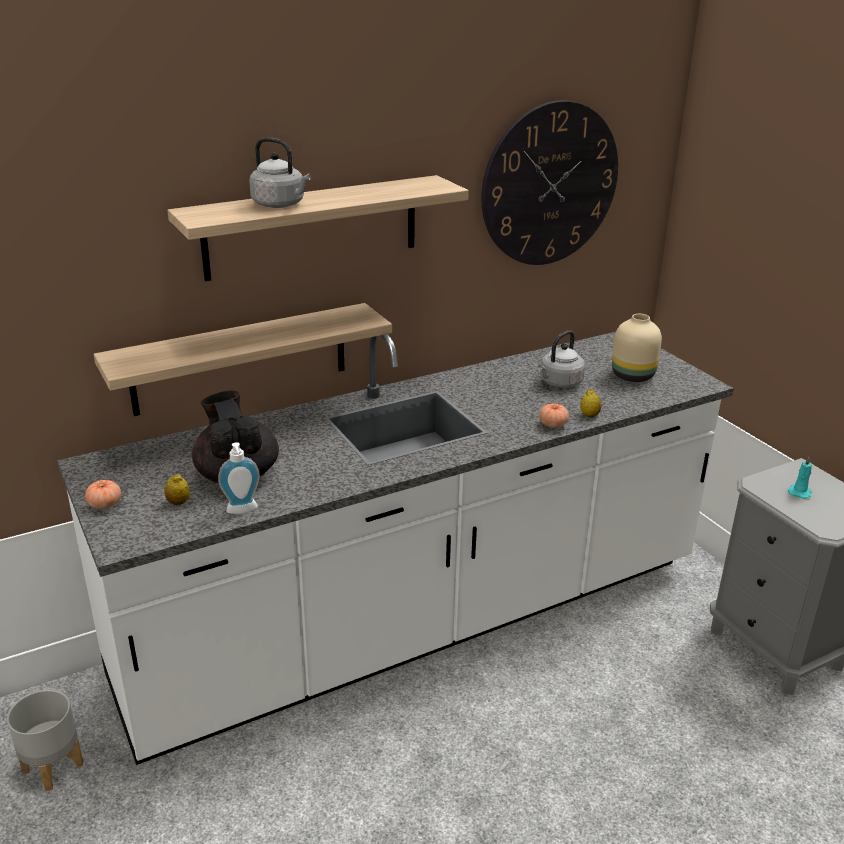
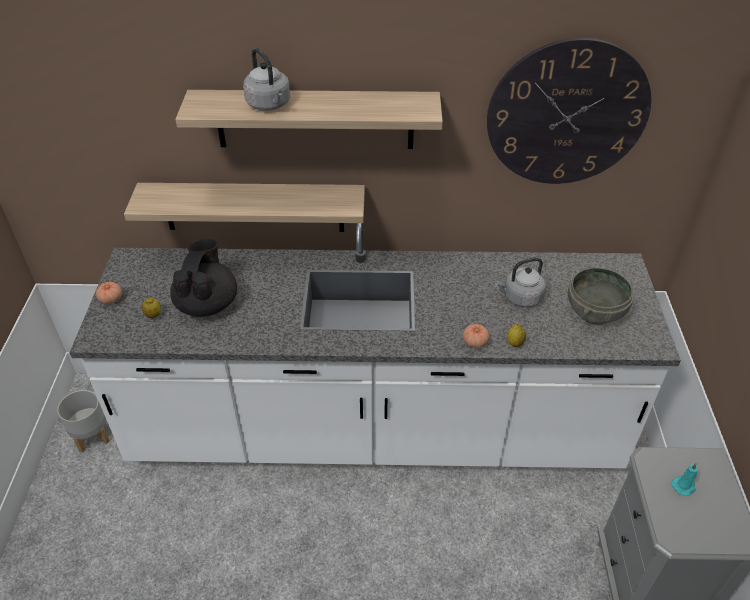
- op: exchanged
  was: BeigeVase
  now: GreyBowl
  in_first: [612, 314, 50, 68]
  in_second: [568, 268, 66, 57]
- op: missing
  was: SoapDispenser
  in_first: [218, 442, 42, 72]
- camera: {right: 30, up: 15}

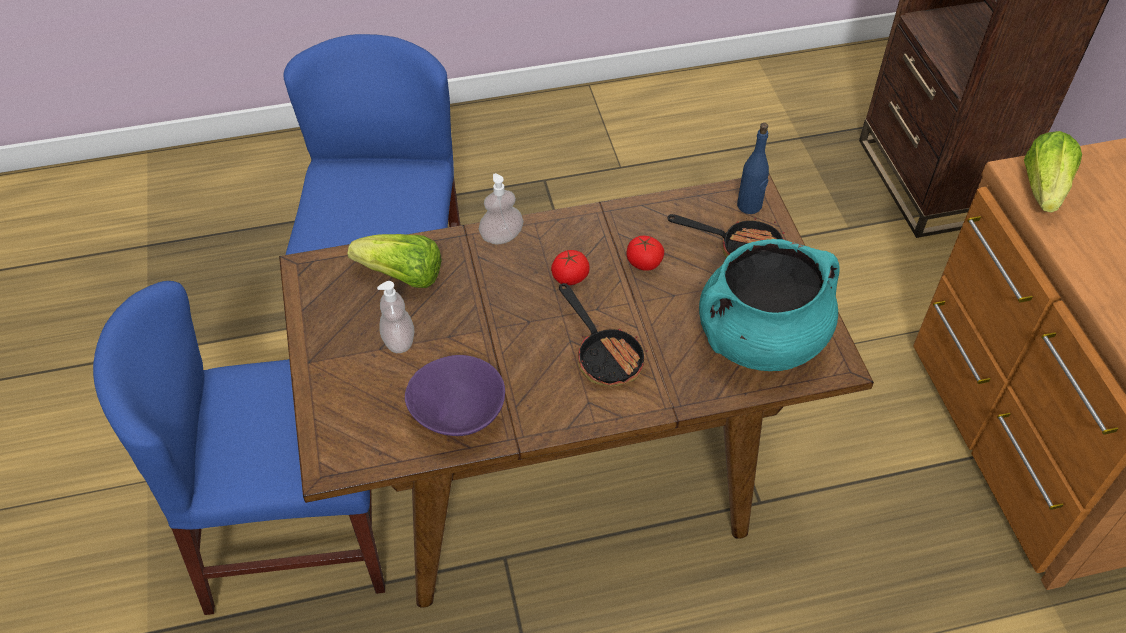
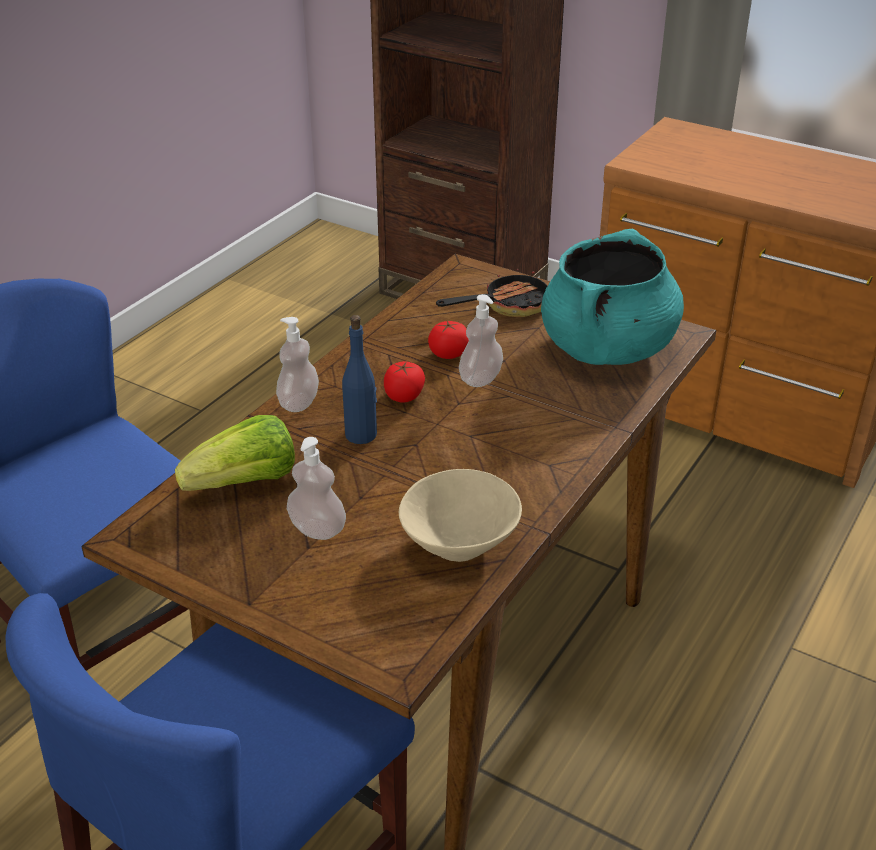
- op: relocated
  was: BlueBottle
  in_first: [737, 123, 32, 91]
  in_second: [342, 315, 35, 129]
- op: missing
  was: Lettuce
  in_first: [1024, 131, 58, 82]
- op: missing
  was: FryingPan
  in_first: [559, 283, 89, 104]
- op: colour
  was: PurpleBowl
  now: BeigeBowl
  in_first: [405, 355, 100, 81]
  in_second: [399, 469, 123, 93]
- op: appeared
  now: SoapDispenser
  in_second: [459, 294, 44, 93]
- camera: {right: -45, up: -15}

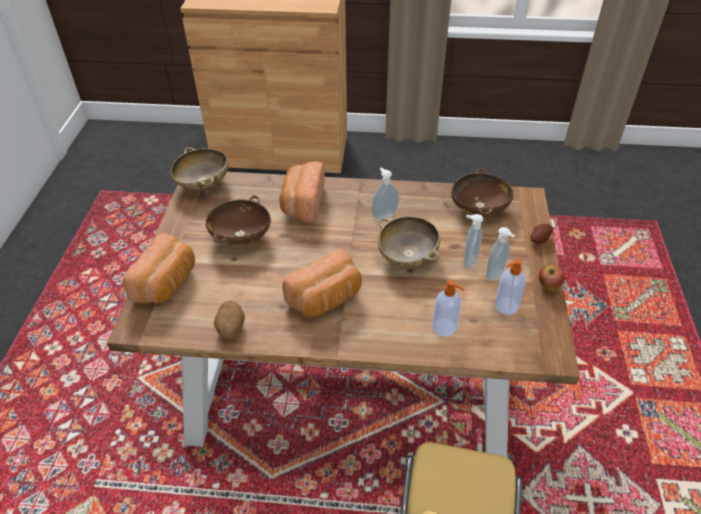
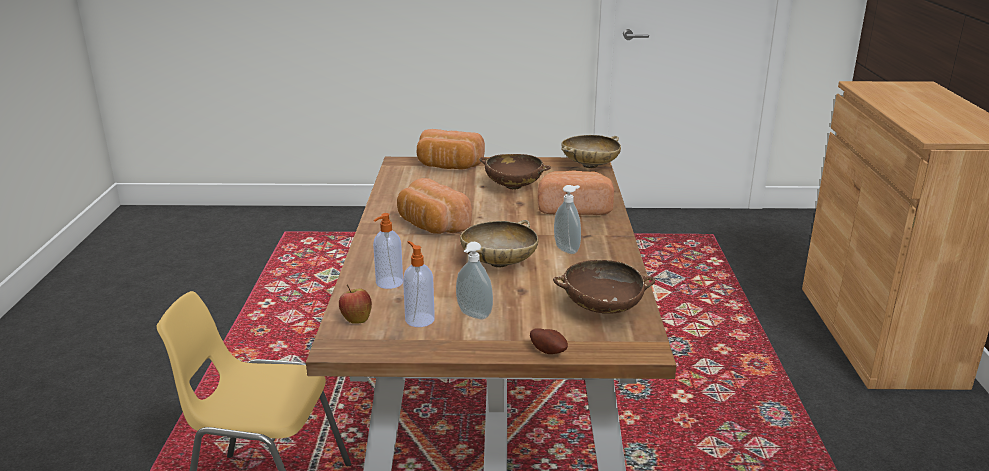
- op: missing
  was: SoapDispenser
  in_first: [464, 214, 19, 54]
- op: relocated
  was: Apple
  in_first: [539, 264, 26, 27]
  in_second: [339, 284, 33, 40]
- op: missing
  was: Potato
  in_first: [214, 301, 31, 38]
- camera: {right: 85, up: -20}

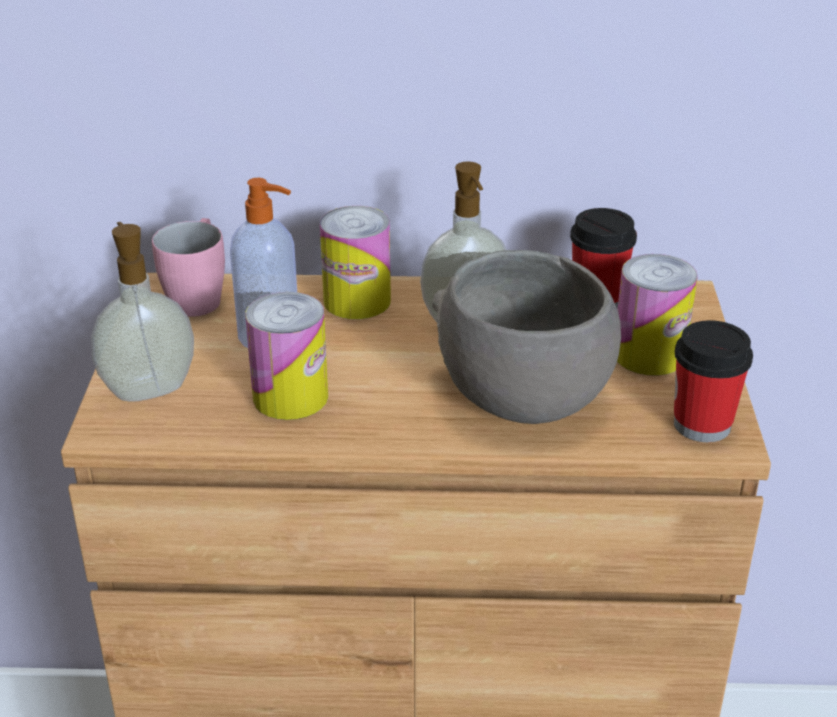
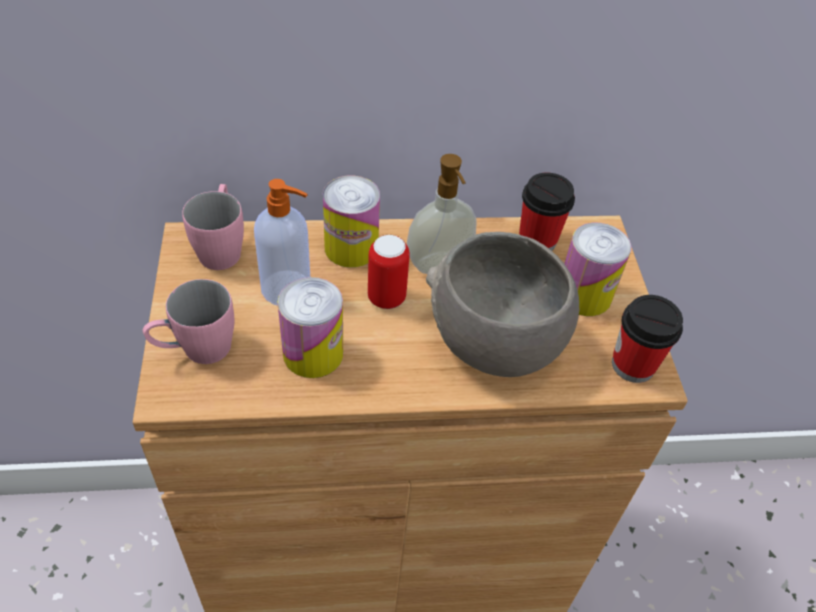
- op: exchanged
  was: SoapDispenser
  now: PinkMug
  in_first: [91, 222, 103, 180]
  in_second: [143, 279, 91, 85]
- op: appeared
  now: Can
  in_second: [368, 235, 42, 74]
- camera: {right: -10, up: 15}

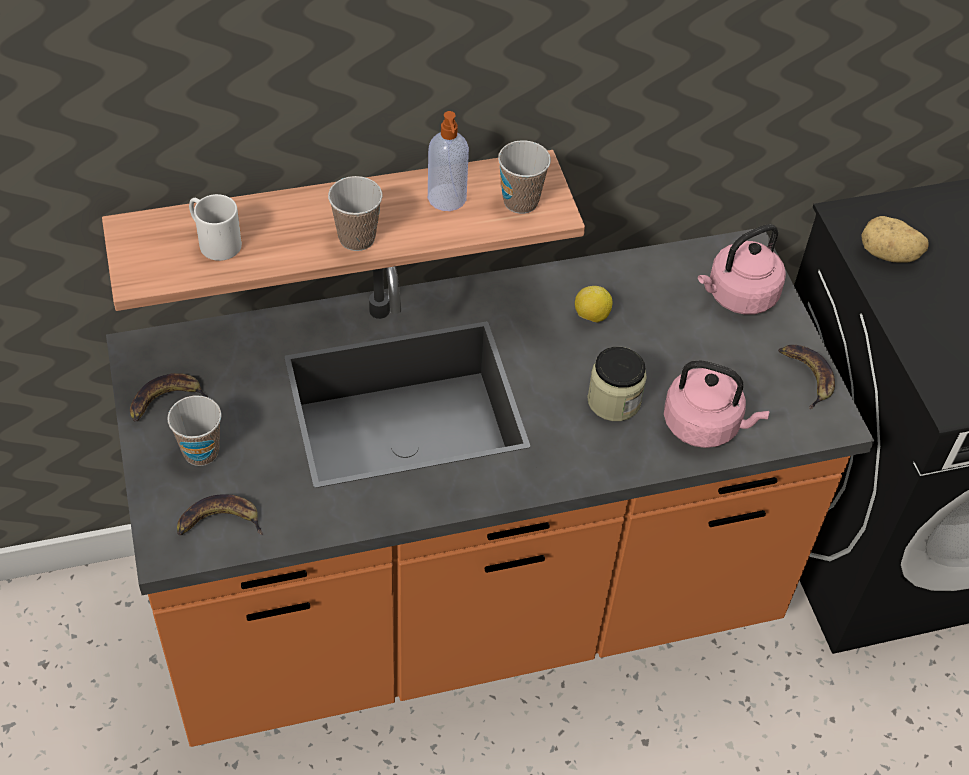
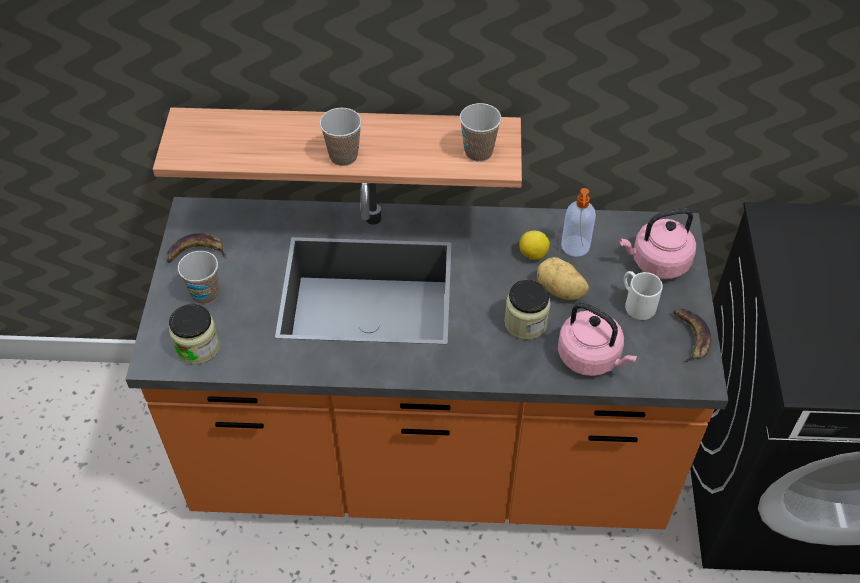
- op: relocated
  was: SoapDispenser
  in_first: [428, 111, 41, 100]
  in_second: [561, 188, 35, 69]
- op: relocated
  was: WhiteMug
  in_first: [189, 194, 53, 67]
  in_second: [624, 271, 39, 49]
- op: relocated
  was: Potato
  in_first: [861, 216, 68, 47]
  in_second: [537, 257, 52, 43]
- op: exchanged
  was: Banana
  now: Jar
  in_first: [177, 495, 86, 40]
  in_second: [169, 304, 51, 61]
- camera: {right: 20, up: 0}

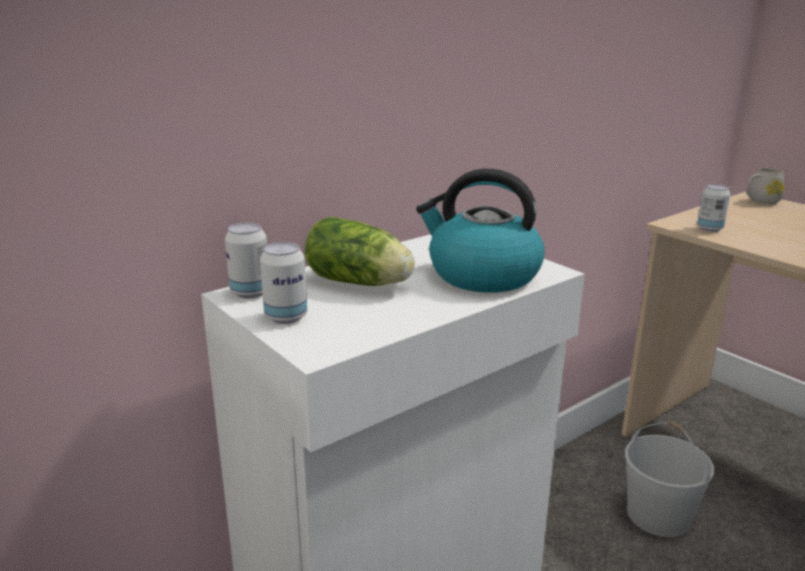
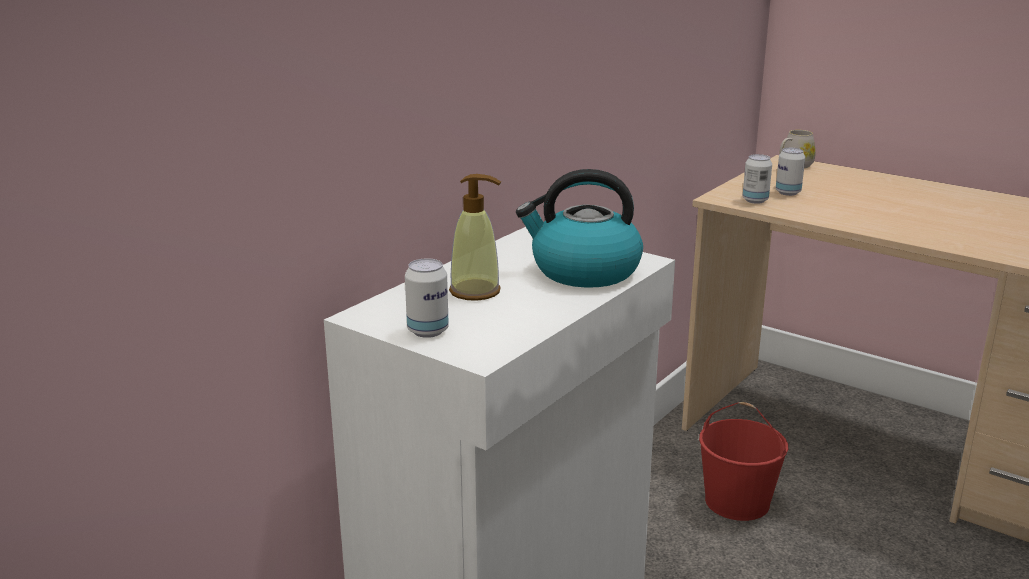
- op: exchanged
  was: Lettuce
  now: SoapDispenser
  in_first: [305, 216, 110, 70]
  in_second: [449, 174, 52, 127]
- op: relocated
  was: Can
  in_first: [225, 222, 42, 76]
  in_second: [776, 148, 29, 48]
- op: colour
  was: WhiteBucket
  now: RedBucket
  in_first: [625, 422, 90, 115]
  in_second: [699, 402, 89, 119]
- camera: {right: -15, up: 0}

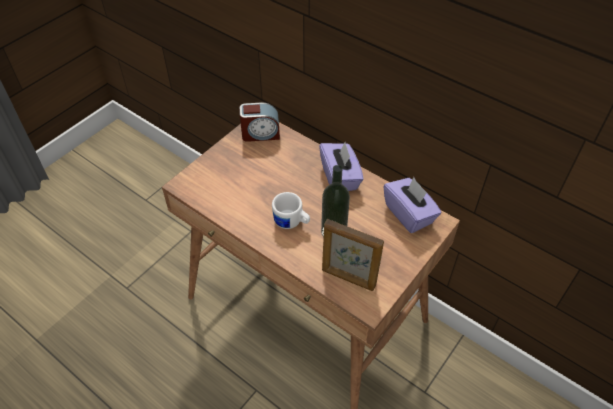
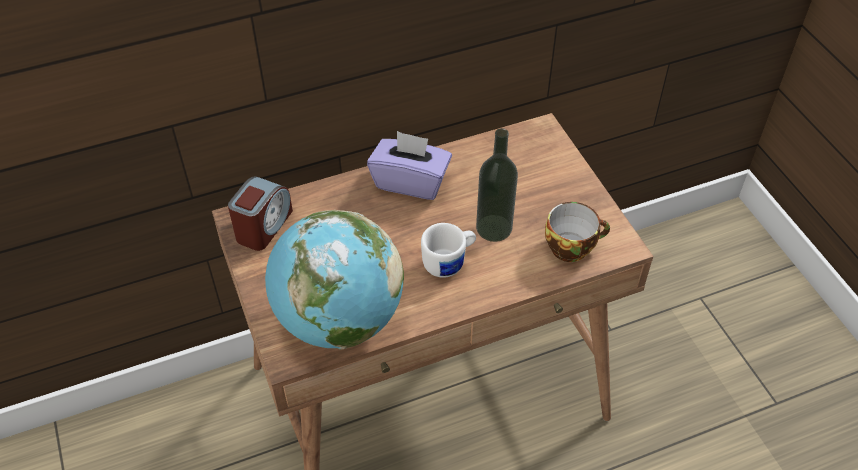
- op: missing
  was: PurpleTissueBox
  in_first: [384, 177, 58, 56]
- op: exchanged
  was: PictureFrame
  now: Cup
  in_first: [322, 219, 62, 72]
  in_second: [545, 202, 65, 60]
- op: appeared
  now: Globe
  in_second: [265, 210, 139, 139]
- camera: {right: -60, up: 0}

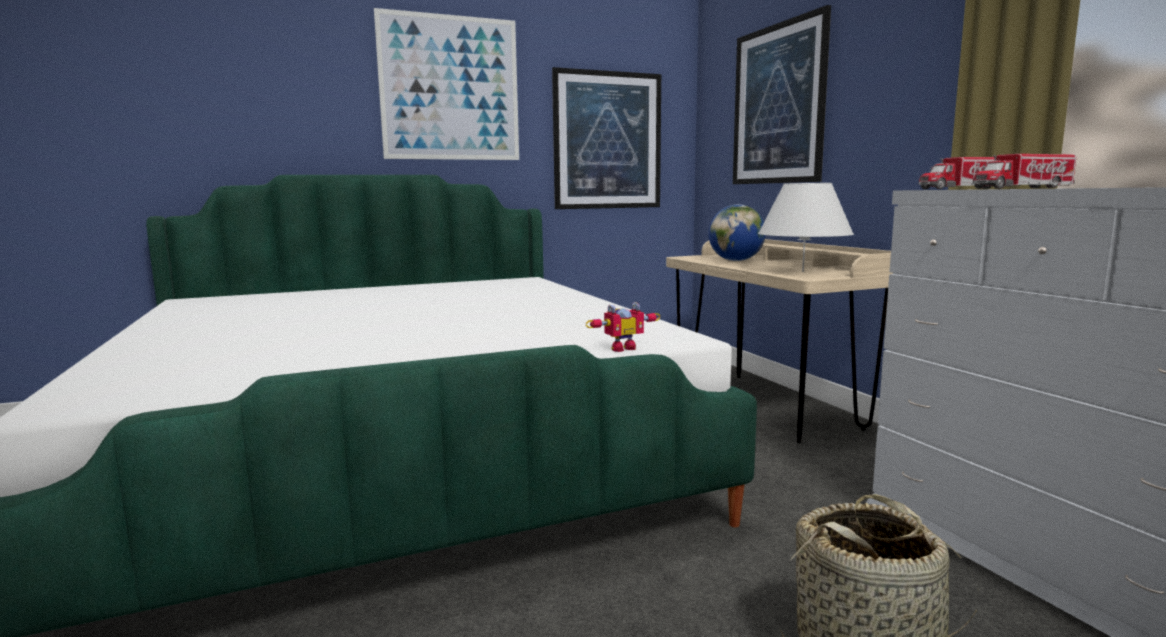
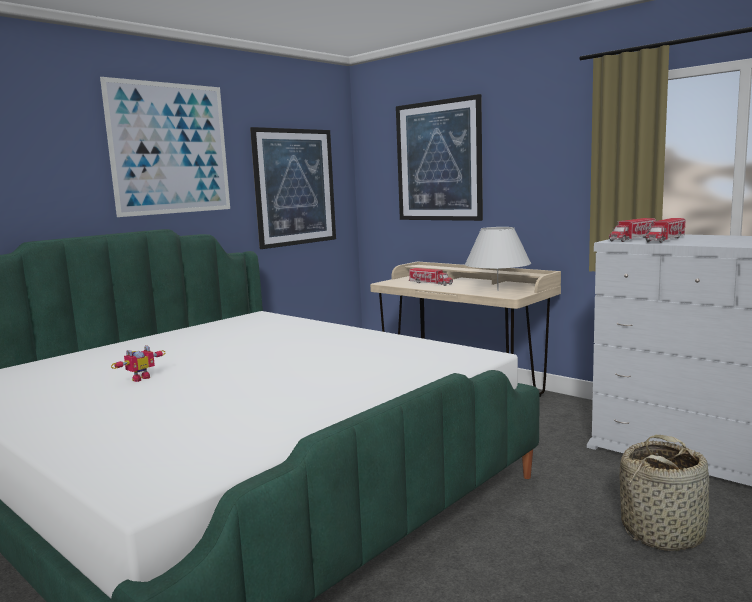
- op: exchanged
  was: Globe
  now: ToyTruck
  in_first: [708, 204, 58, 57]
  in_second: [409, 268, 44, 18]
- op: relocated
  was: ToyRobot
  in_first: [586, 302, 75, 50]
  in_second: [111, 345, 55, 37]
- camera: {right: -25, up: 0}

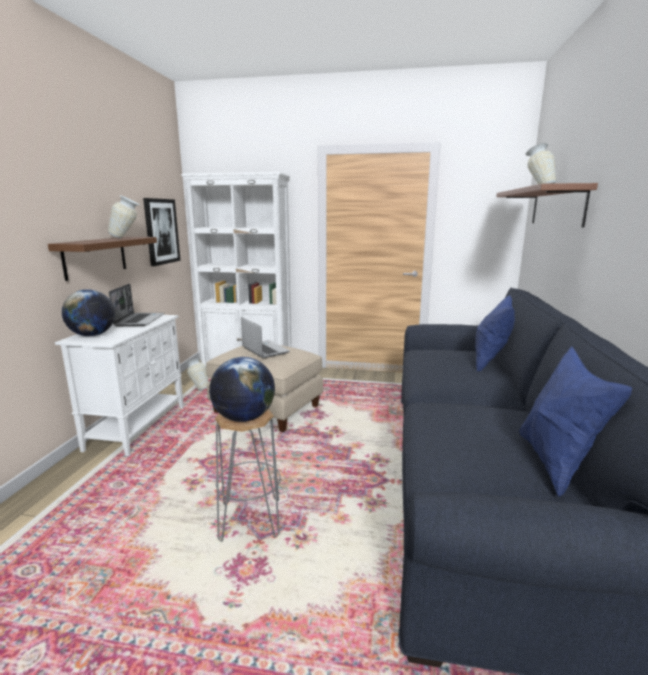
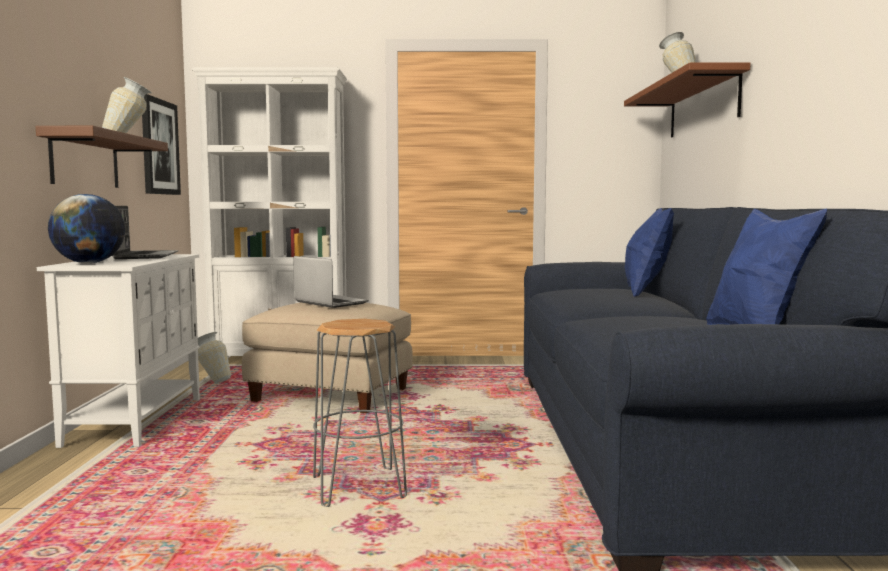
- op: missing
  was: Globe
  in_first: [209, 357, 66, 65]
- camera: {right: -10, up: -10}

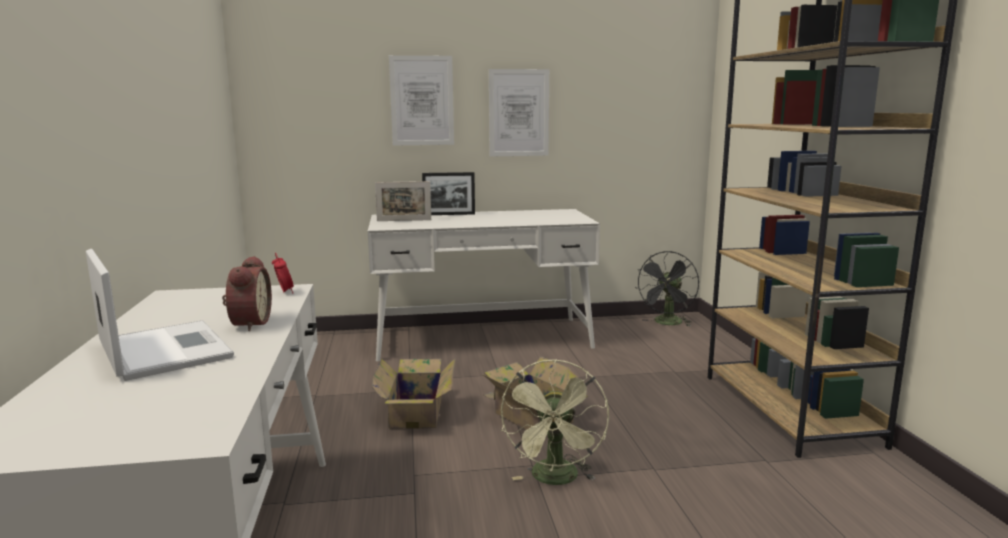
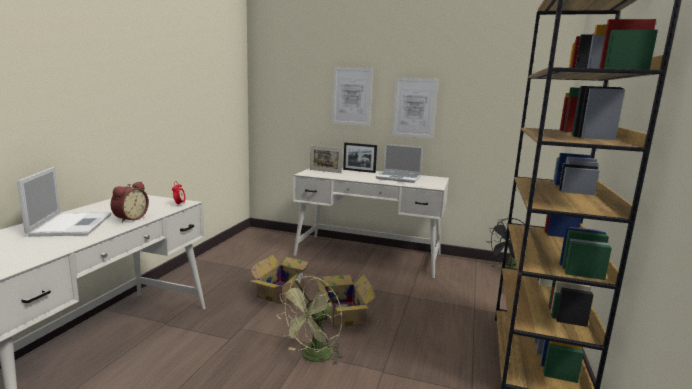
- op: appeared
  now: Laptop
  in_second: [376, 144, 47, 39]
- camera: {right: 25, up: 0}

